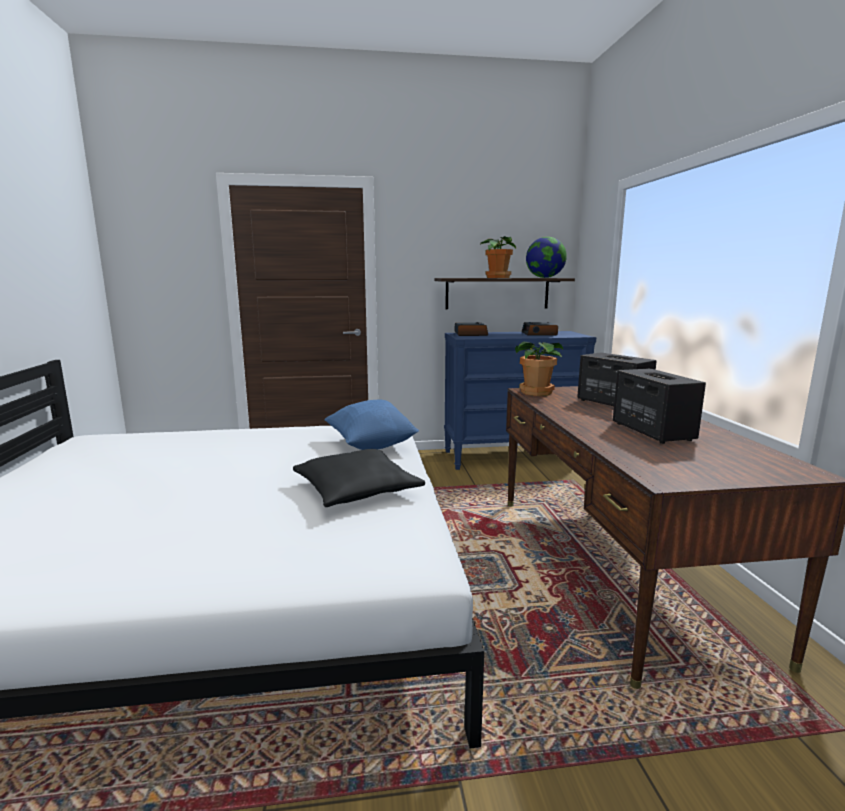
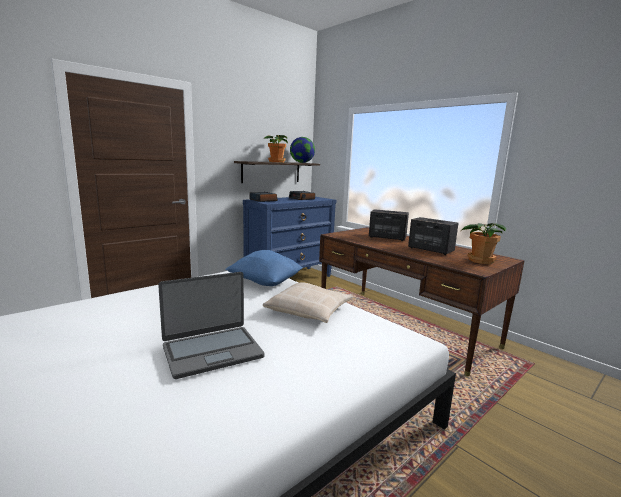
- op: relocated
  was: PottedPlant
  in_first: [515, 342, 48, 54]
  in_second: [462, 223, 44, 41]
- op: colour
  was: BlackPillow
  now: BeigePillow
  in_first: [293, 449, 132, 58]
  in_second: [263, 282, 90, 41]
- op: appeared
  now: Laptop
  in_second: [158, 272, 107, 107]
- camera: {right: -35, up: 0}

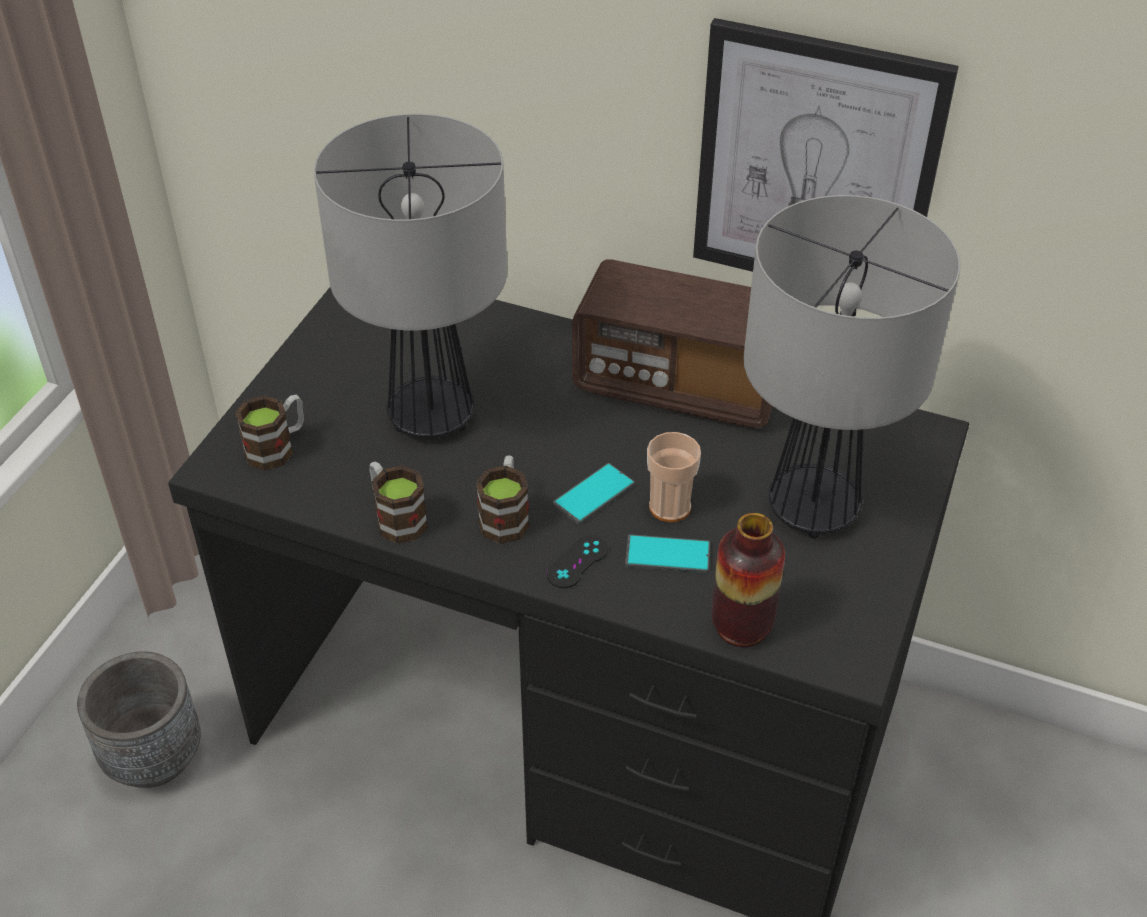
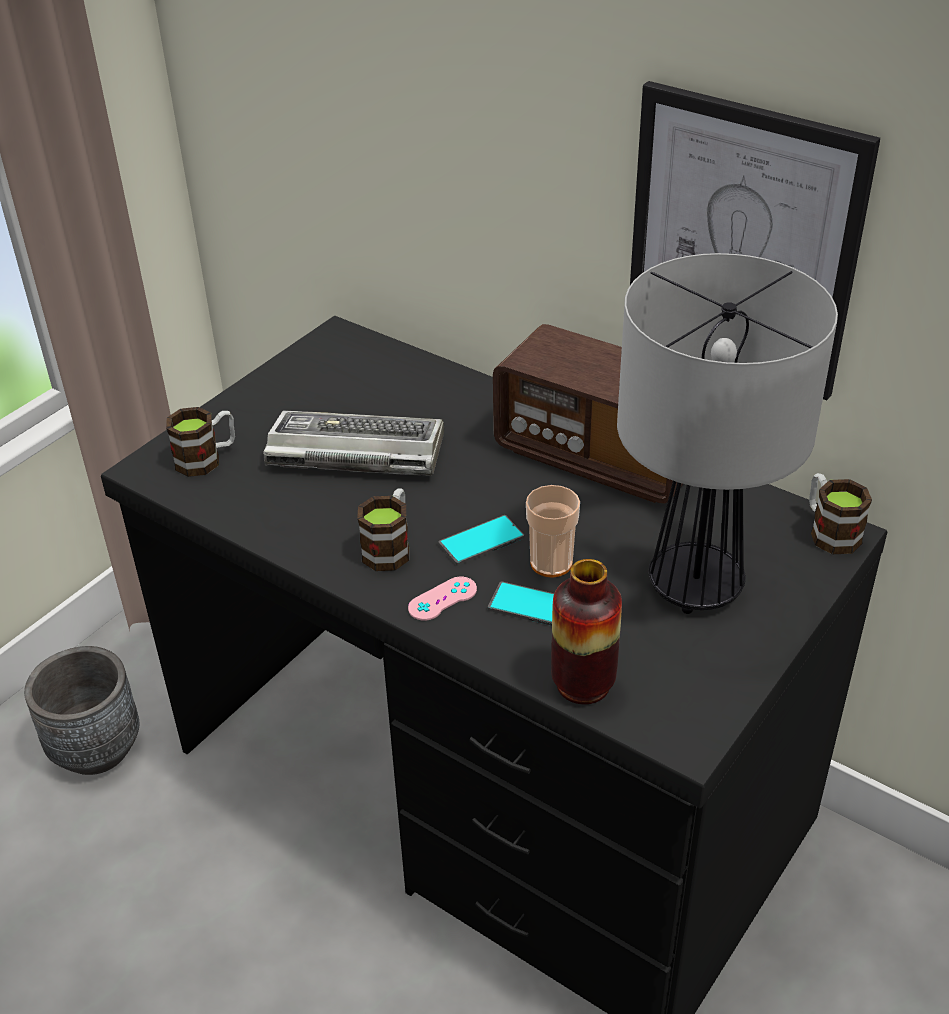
- op: exchanged
  was: TableLamp
  now: Keyboard
  in_first: [314, 114, 193, 325]
  in_second: [263, 410, 181, 66]
- op: relocated
  was: Mug
  in_first: [369, 462, 59, 82]
  in_second: [809, 473, 63, 81]
- op: colour
  was: BlackGameController
  now: PinkGameController
  in_first: [547, 536, 61, 52]
  in_second: [408, 577, 69, 44]
- camera: {right: 15, up: -5}

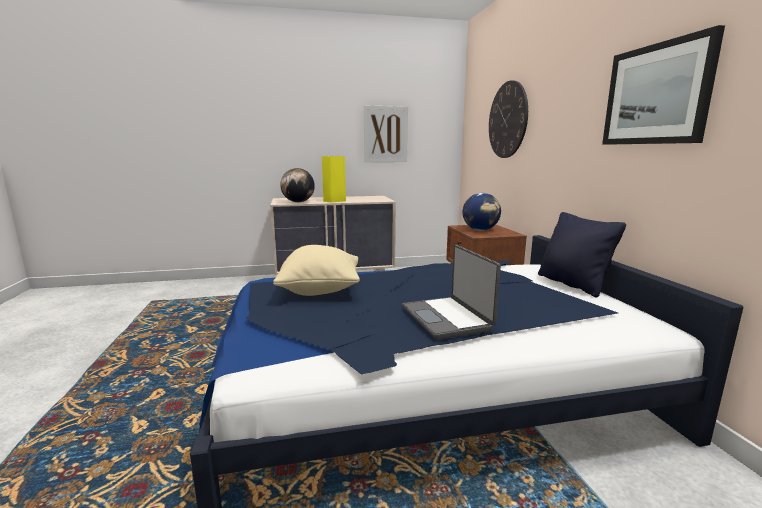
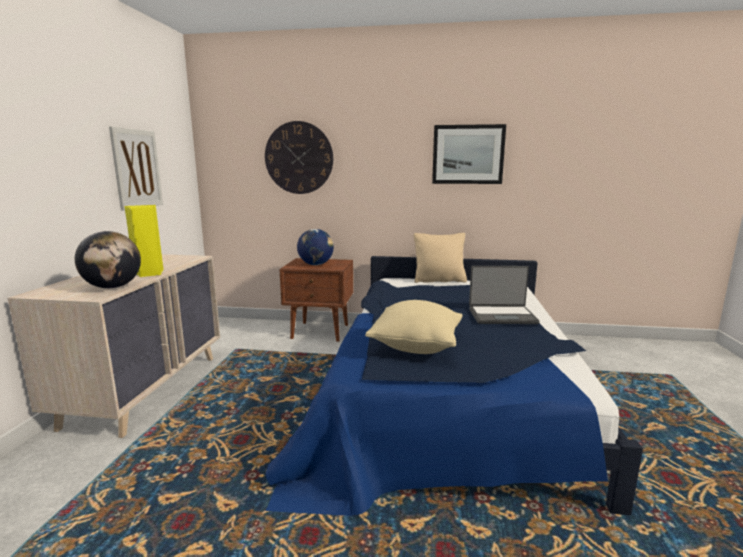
- op: colour
  was: BlackPillow
  now: BeigePillow
  in_first: [538, 212, 88, 85]
  in_second: [414, 233, 53, 50]
- camera: {right: -70, up: 0}

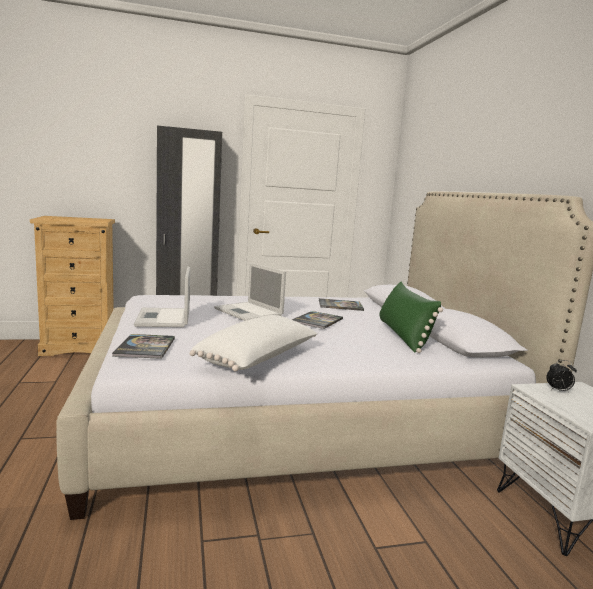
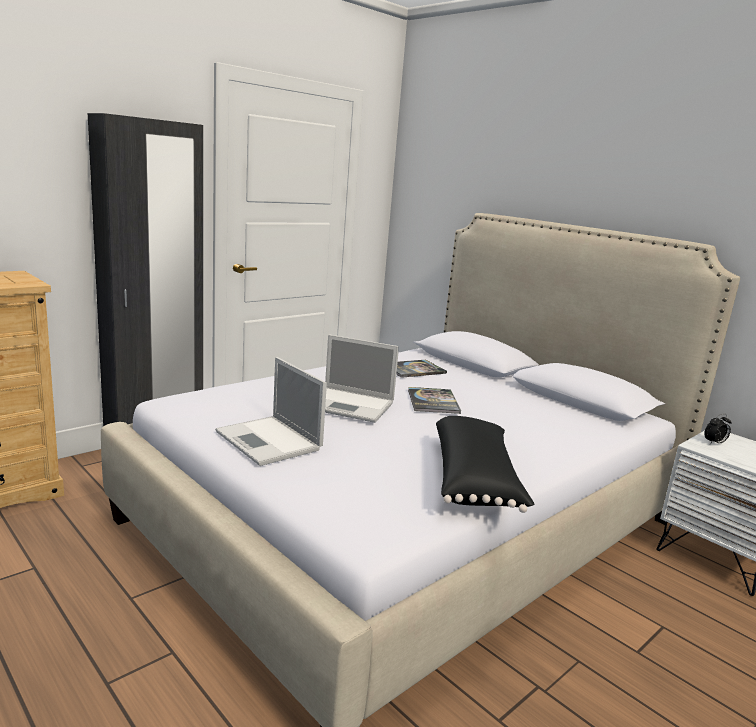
- op: missing
  was: GreenPillow
  in_first: [379, 281, 64, 72]
- op: colour
  was: WhitePillow
  now: BlackPillow
  in_first: [190, 315, 128, 57]
  in_second: [436, 416, 98, 97]
- op: missing
  was: Book
  in_first: [112, 334, 63, 25]
- camera: {right: -30, up: 5}

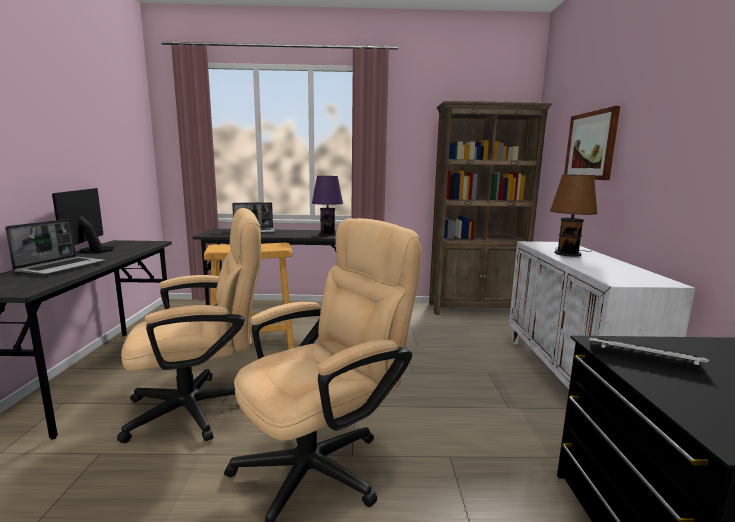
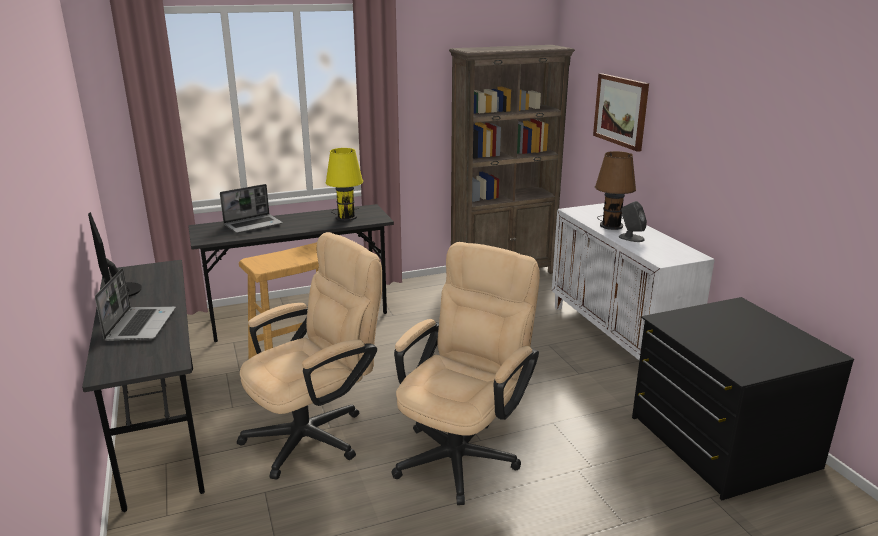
- op: colour
  was: PurpleTableLamp
  now: YellowTableLamp
  in_first: [312, 176, 31, 60]
  in_second: [325, 148, 38, 73]
- op: missing
  was: Keyboard
  in_first: [588, 337, 121, 28]
- op: appeared
  now: GreySpeaker
  in_second: [619, 201, 28, 41]
- camera: {right: -20, up: 10}

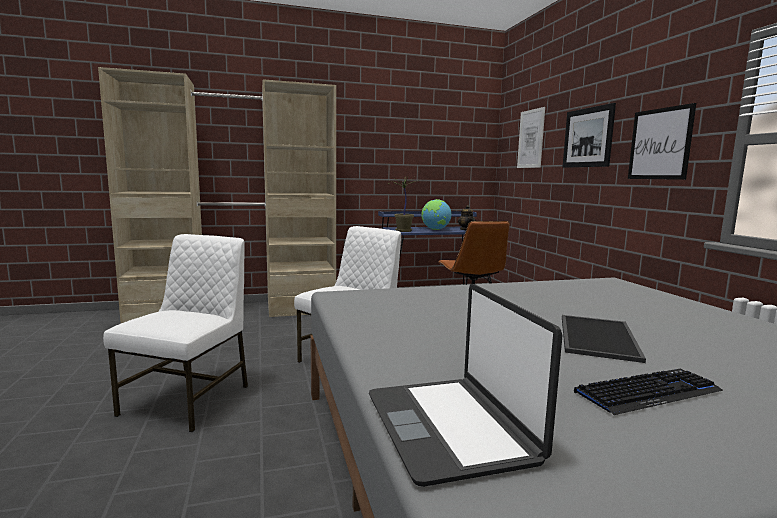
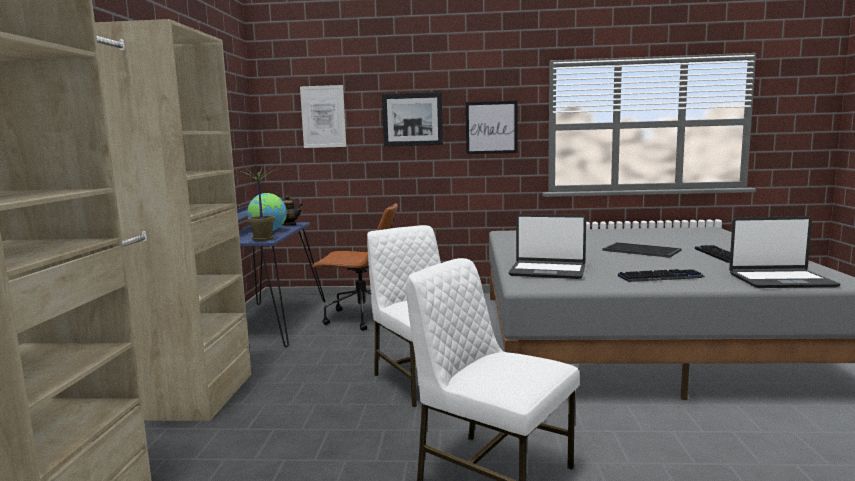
- op: appeared
  now: Laptop
  in_second: [508, 214, 78, 65]
- op: appeared
  now: Keyboard
  in_second: [618, 269, 87, 13]
- camera: {right: -70, up: 0}

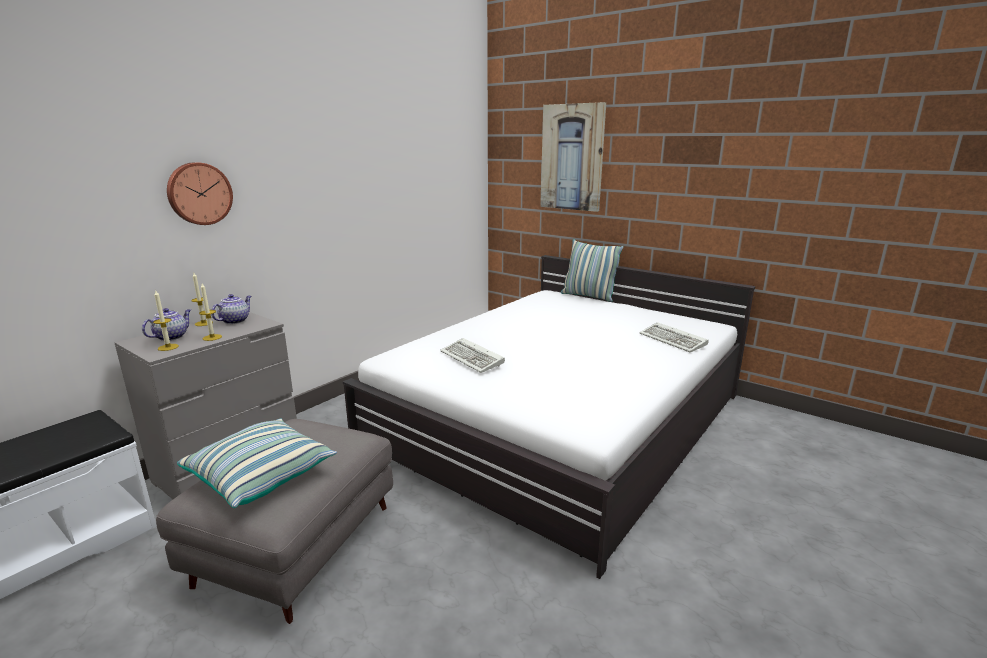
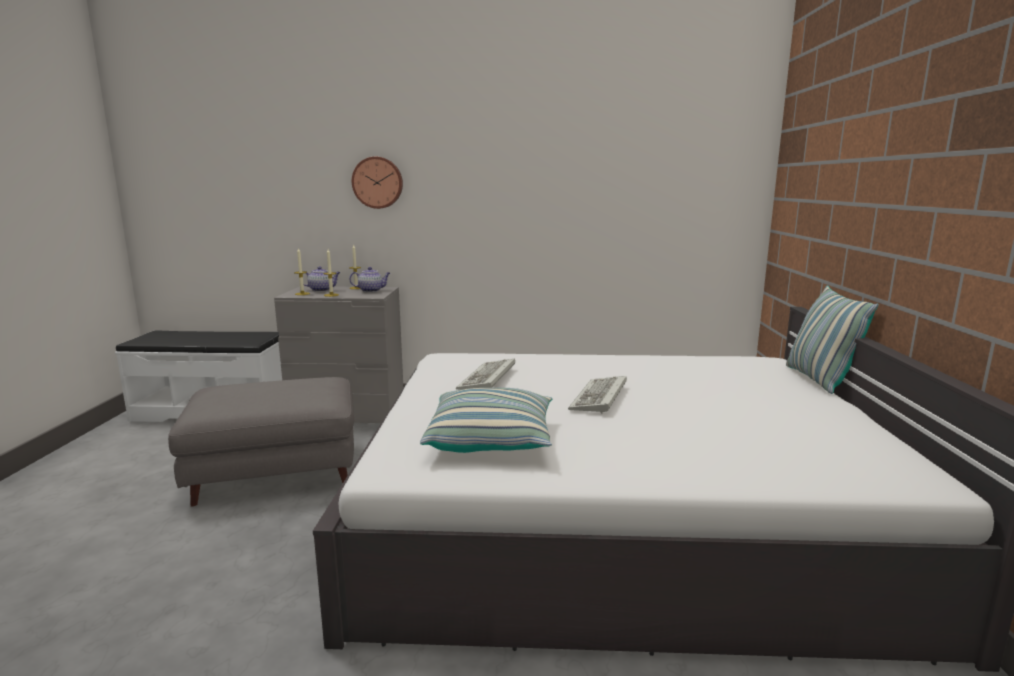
- op: missing
  was: Picture
  in_first: [540, 102, 66, 110]
- op: relocated
  was: Keyboard
  in_first: [640, 322, 69, 30]
  in_second: [568, 376, 59, 38]
- op: relocated
  was: Pillow
  in_first: [177, 419, 160, 89]
  in_second: [420, 388, 132, 65]
- camera: {right: 55, up: -5}

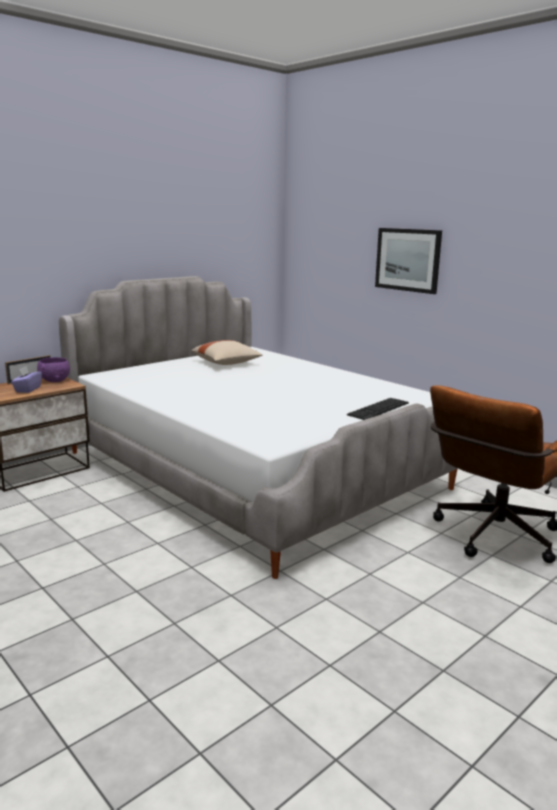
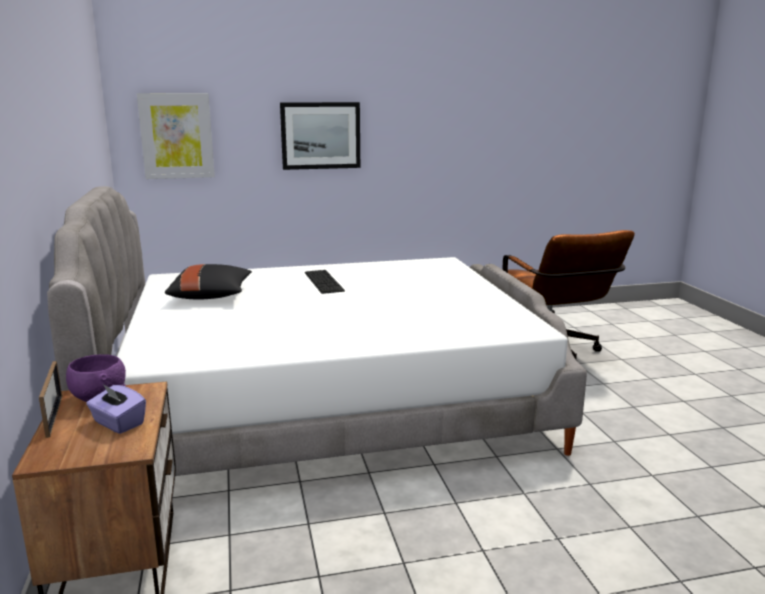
- op: colour
  was: BeigePillow
  now: BlackPillow
  in_first: [191, 340, 71, 25]
  in_second: [165, 264, 87, 36]
- op: relocated
  was: Keyboard
  in_first: [347, 398, 62, 22]
  in_second: [305, 270, 40, 24]
- op: appeared
  now: Picture
  in_second: [137, 93, 78, 86]
- camera: {right: -60, up: 0}

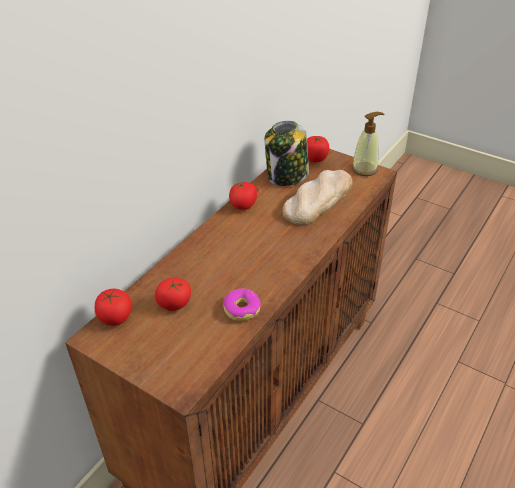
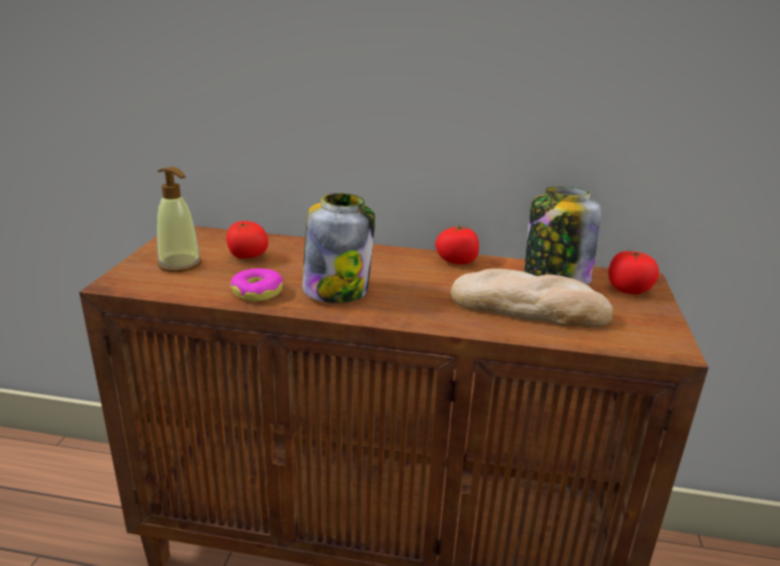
- op: relocated
  was: SoapDispenser
  in_first: [352, 112, 32, 64]
  in_second: [157, 167, 45, 105]
- op: missing
  was: Tomato
  in_first: [95, 289, 37, 37]
- op: appeared
  now: Jar
  in_second: [302, 193, 73, 110]
- camera: {right: 65, up: -15}

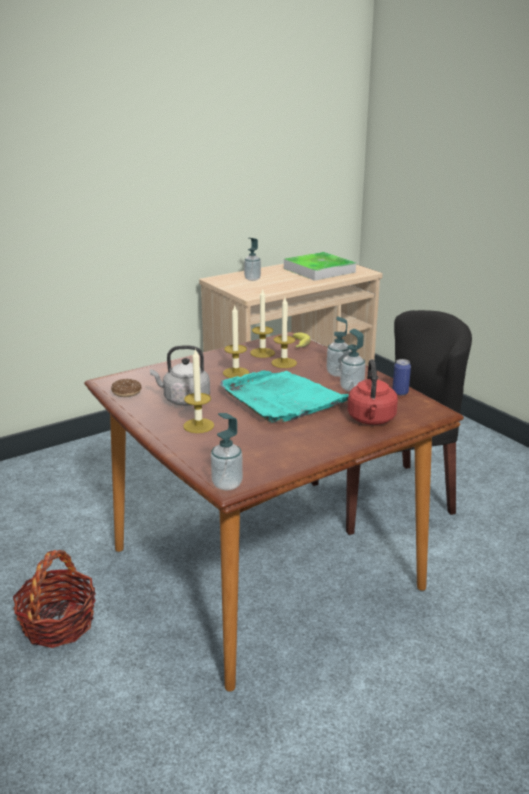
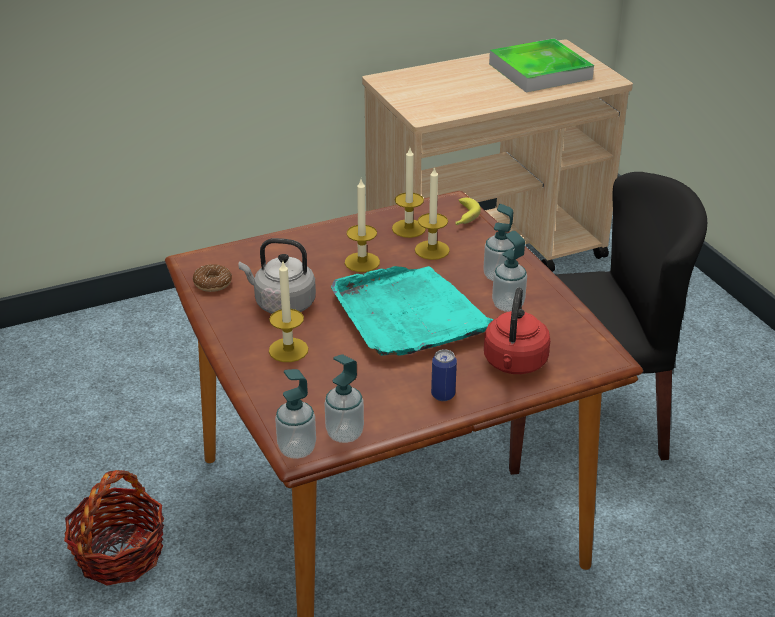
- op: relocated
  was: SoapDispenser
  in_first: [244, 238, 17, 43]
  in_second: [325, 354, 39, 89]
- op: relocated
  was: Can
  in_first: [392, 359, 19, 37]
  in_second: [431, 349, 26, 52]
- camera: {right: 10, up: 10}

